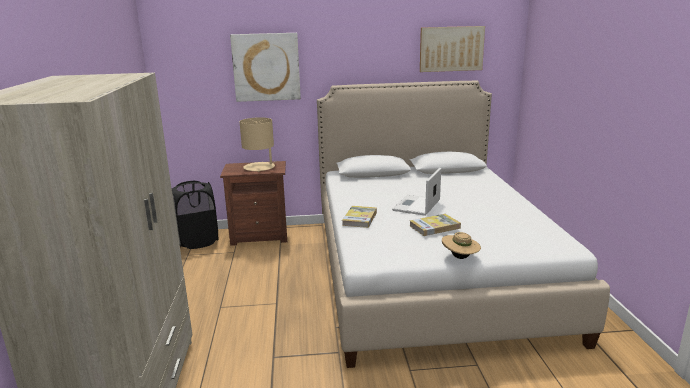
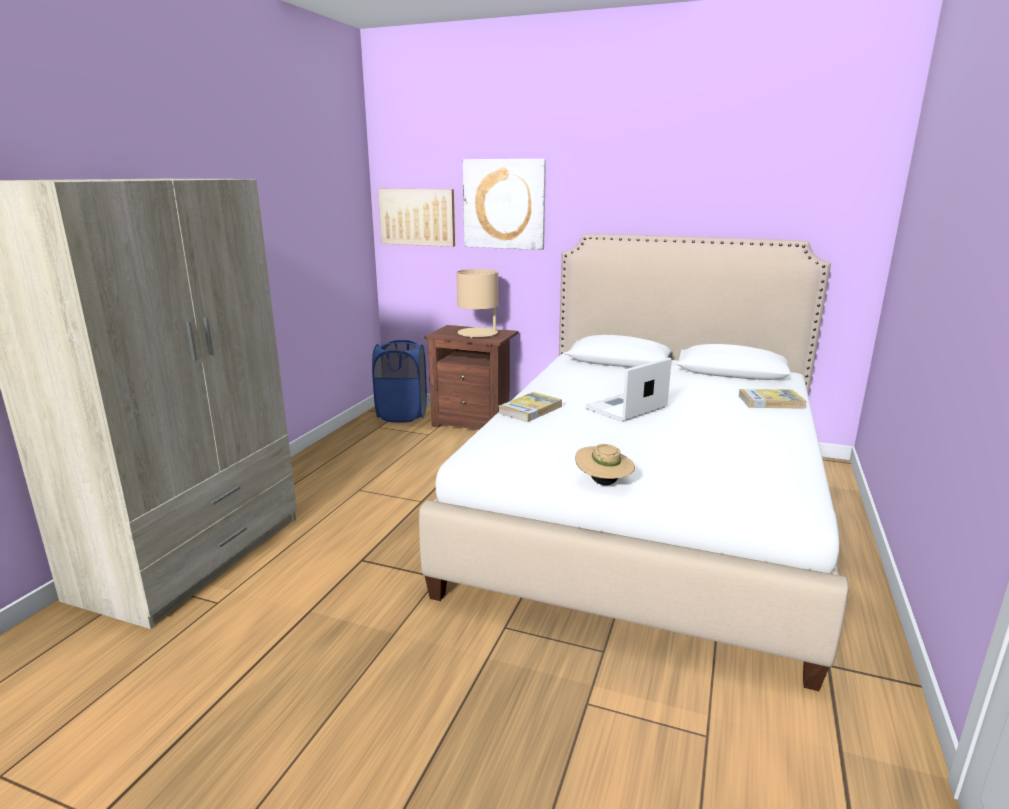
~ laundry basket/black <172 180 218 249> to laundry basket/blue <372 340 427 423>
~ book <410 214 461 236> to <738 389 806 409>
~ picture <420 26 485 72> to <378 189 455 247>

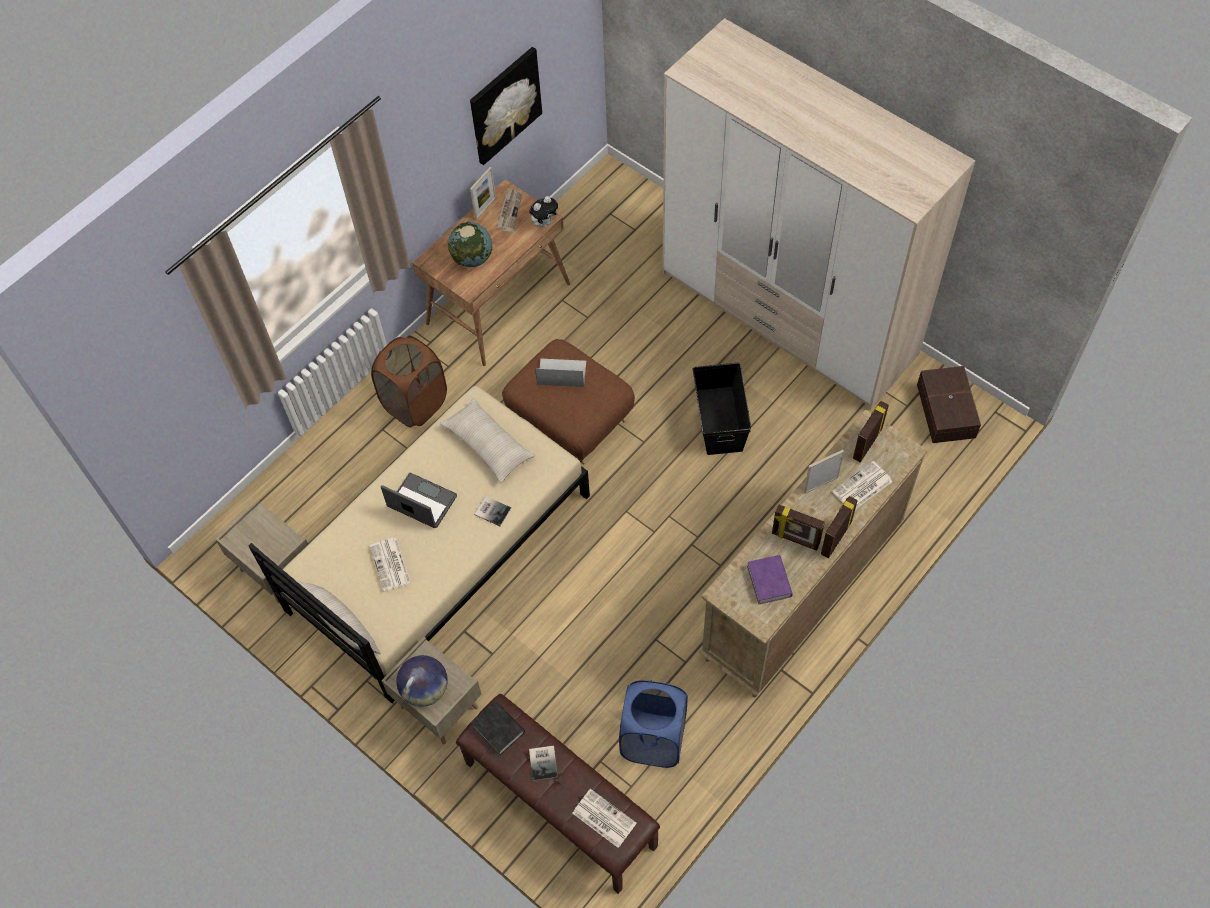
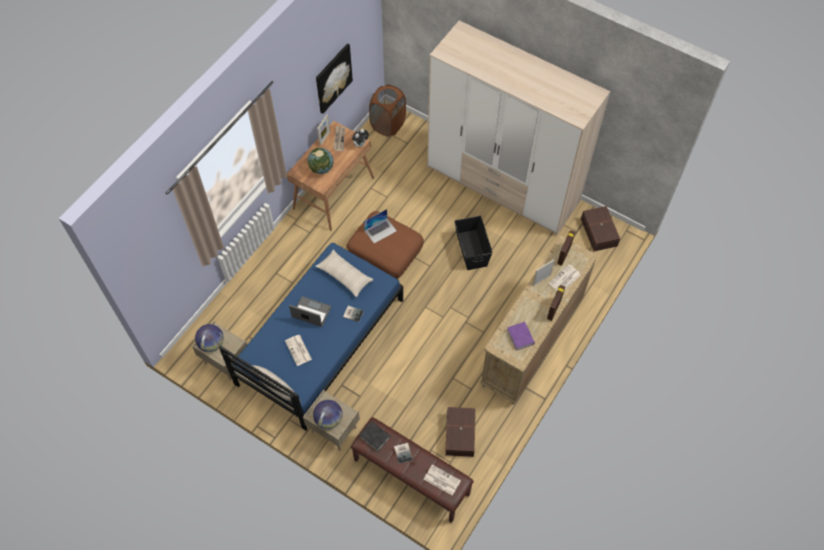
~ bed/beige <249 386 590 703> to bed/blue <219 243 403 430>
~ laundry basket/brown <371 336 447 428> to <369 85 406 137>
~ laptop <535 358 586 387> = <364 209 397 243> 150 degrees clockwise
~ laundry basket/blue <619 680 688 768> to storage box/brown <445 407 476 457>
- picture frame <772 504 825 551>
+ globe <195 324 224 352>

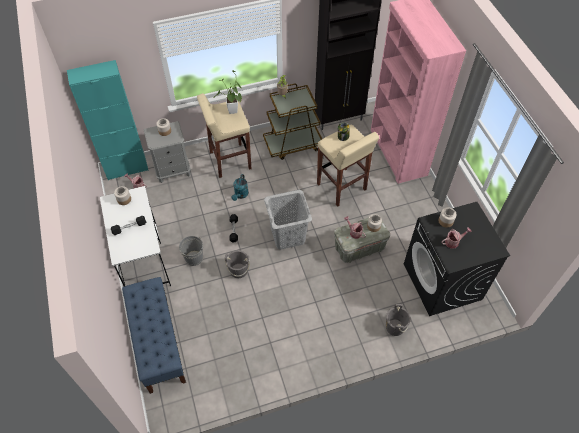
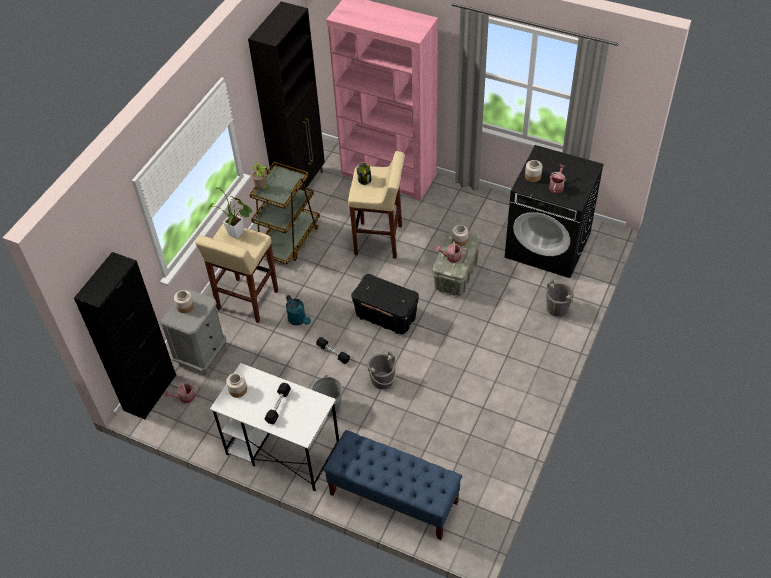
~ cabinet/turquoise <67 60 149 180> to cabinet/black <74 252 176 419>
~ laundry basket/grey <264 190 312 250> to storage box/black <351 274 419 334>

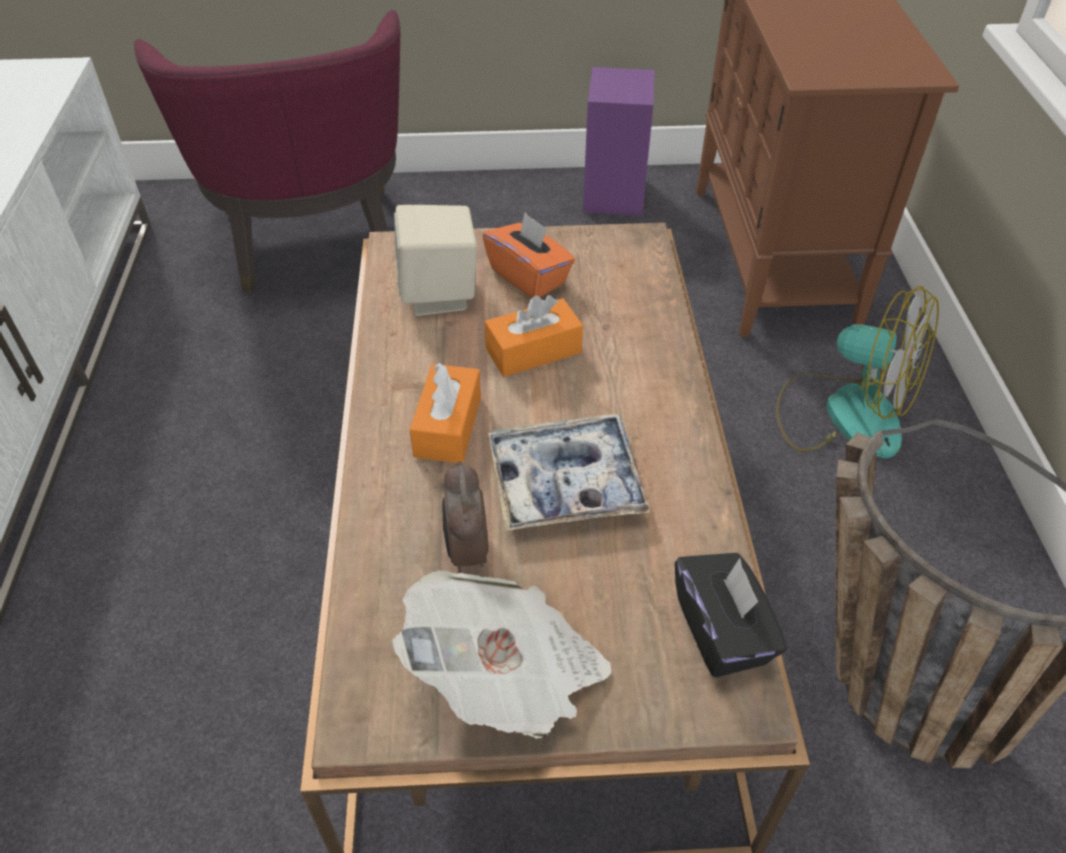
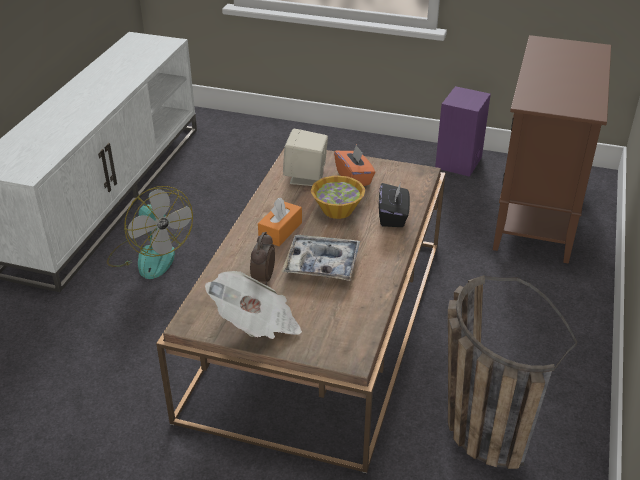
- armchair/purple <134 10 400 293>
~ tissue box/orange <485 295 583 377> to bowl <311 175 365 219>
~ tissue box/black <675 553 787 677> to <379 183 410 227>
~ fan <776 286 939 458> to <107 186 193 279>

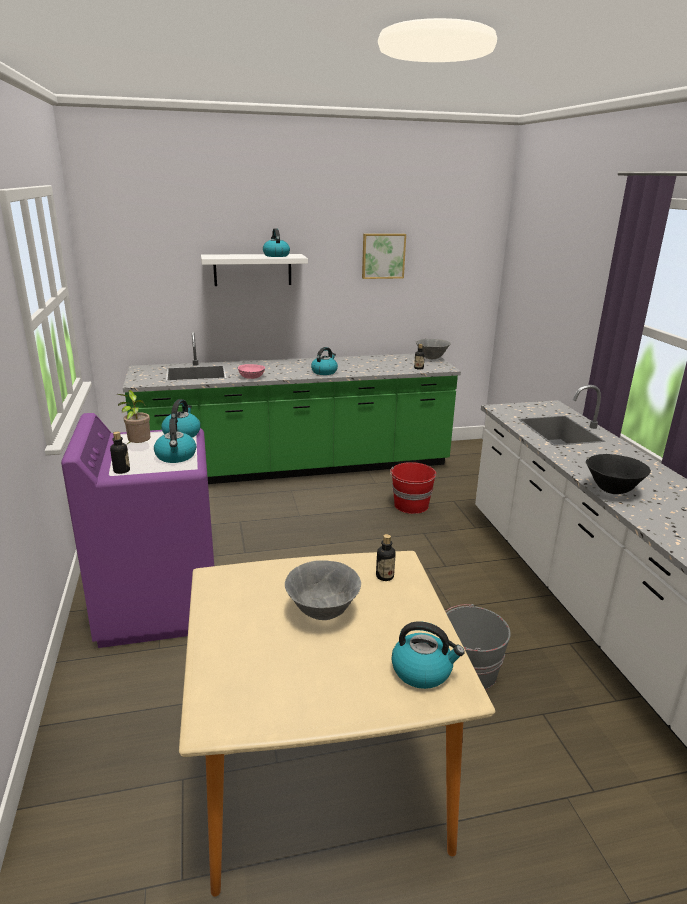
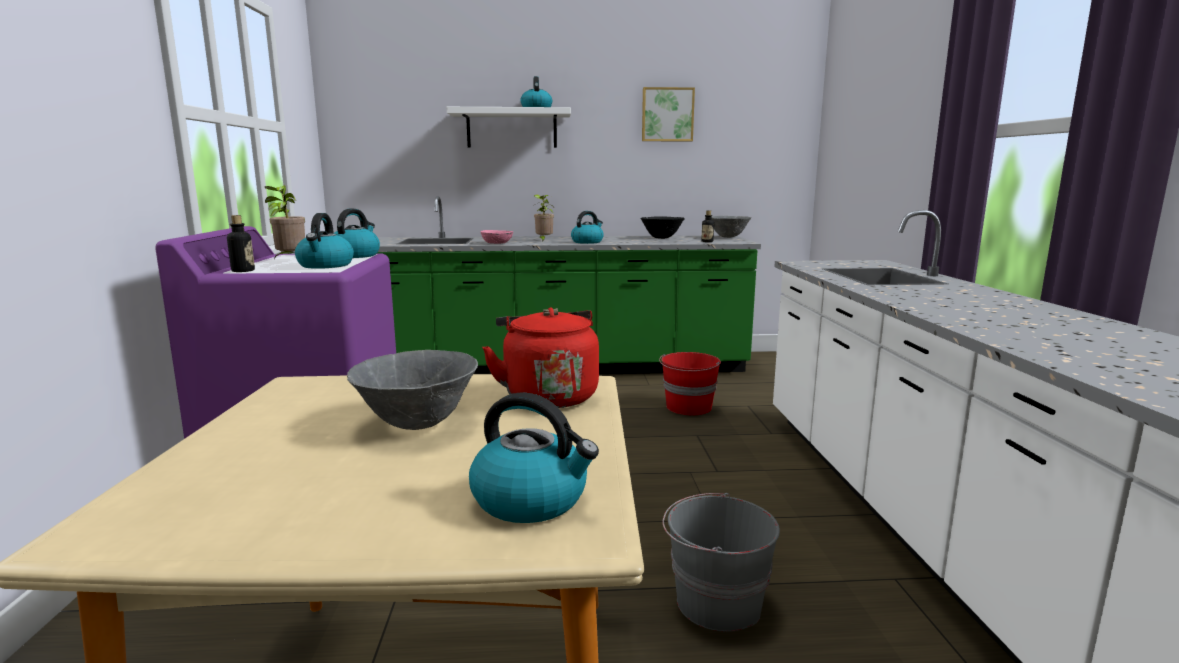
~ bottle <376 534 396 581> to kettle/red <482 307 599 408>
~ bowl/black <586 454 651 494> to <641 216 685 239>
+ potted plant <534 195 554 241>

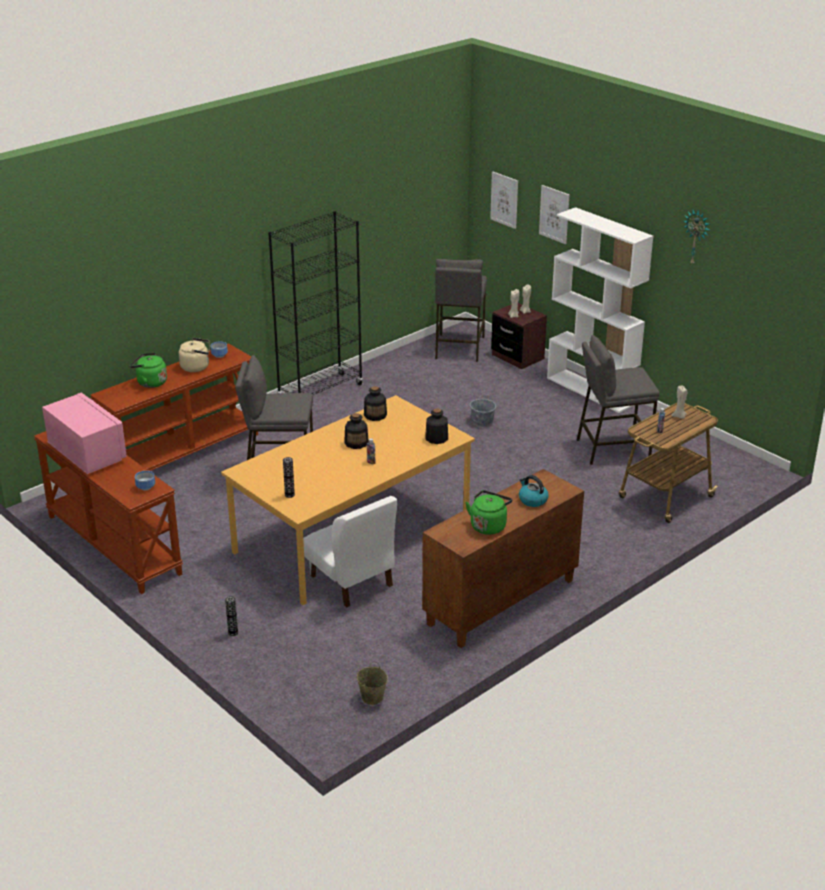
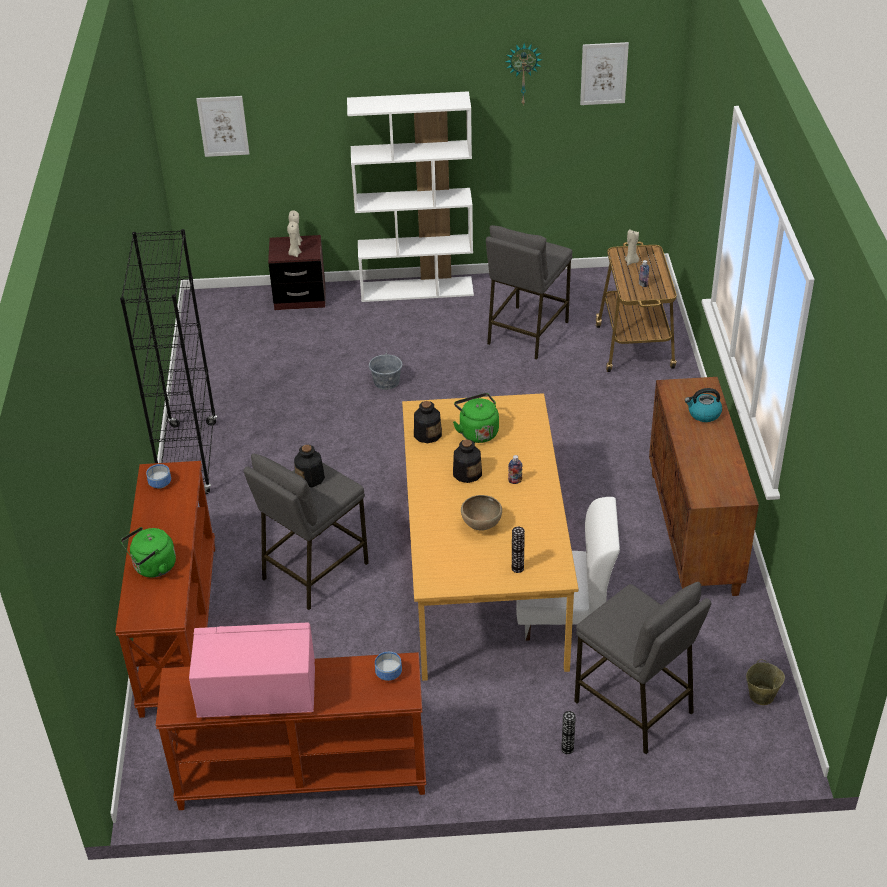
- kettle/beige <179 338 210 372>
~ bottle <425 408 448 444> to <294 445 325 487>
~ stool/grey <435 259 487 362> to <574 582 711 754>
~ kettle/green <465 490 512 535> to <453 393 499 443>
~ picture <539 185 569 244> to <580 42 629 105>
+ bowl/brown <461 495 502 531>

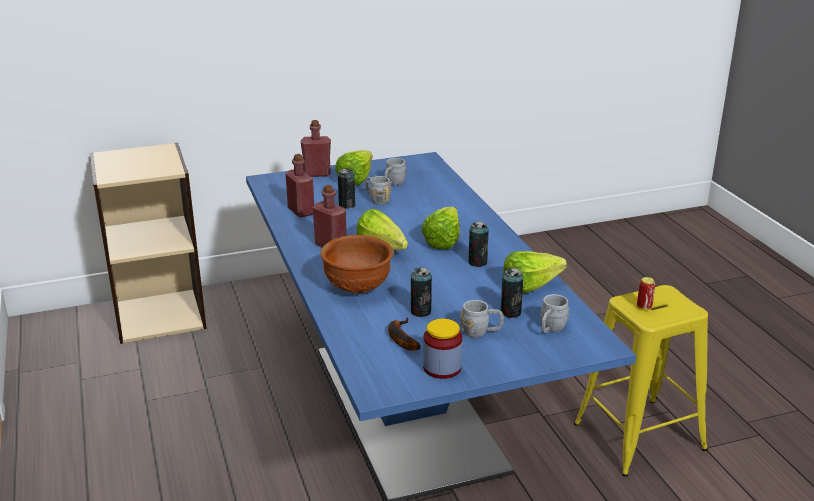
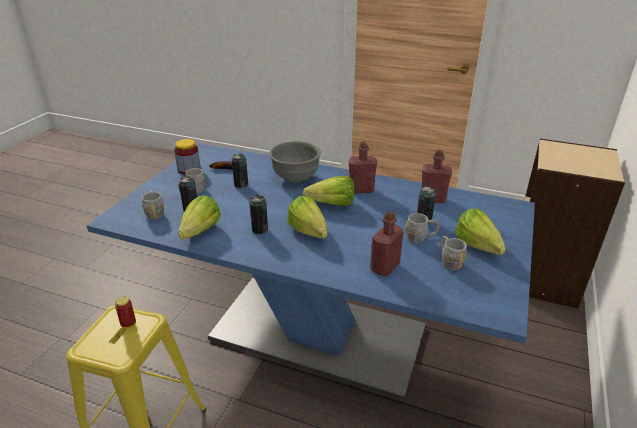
~ bottle/red <301 120 331 177> to <370 211 404 277>
~ bowl/brown <320 235 393 293> to bowl/grey <269 141 321 183>

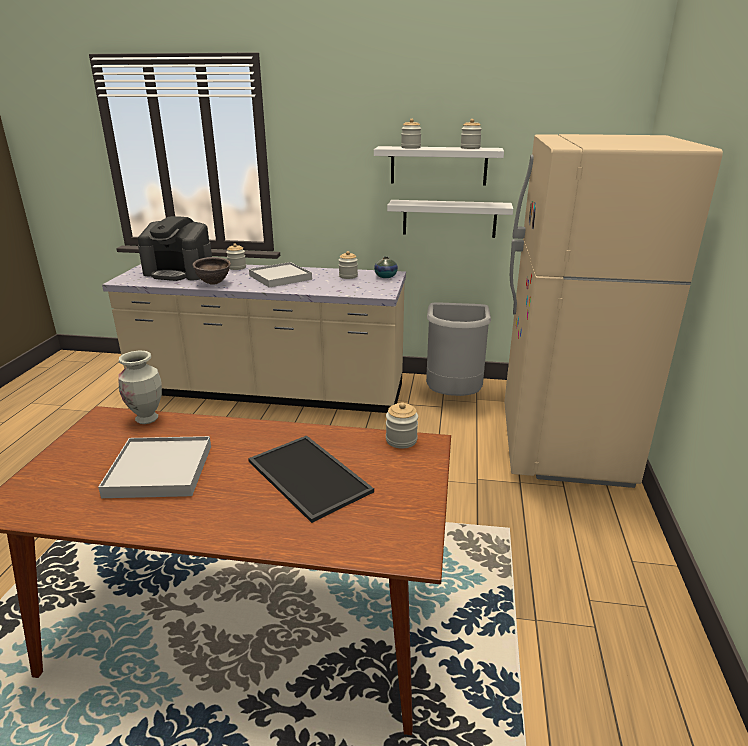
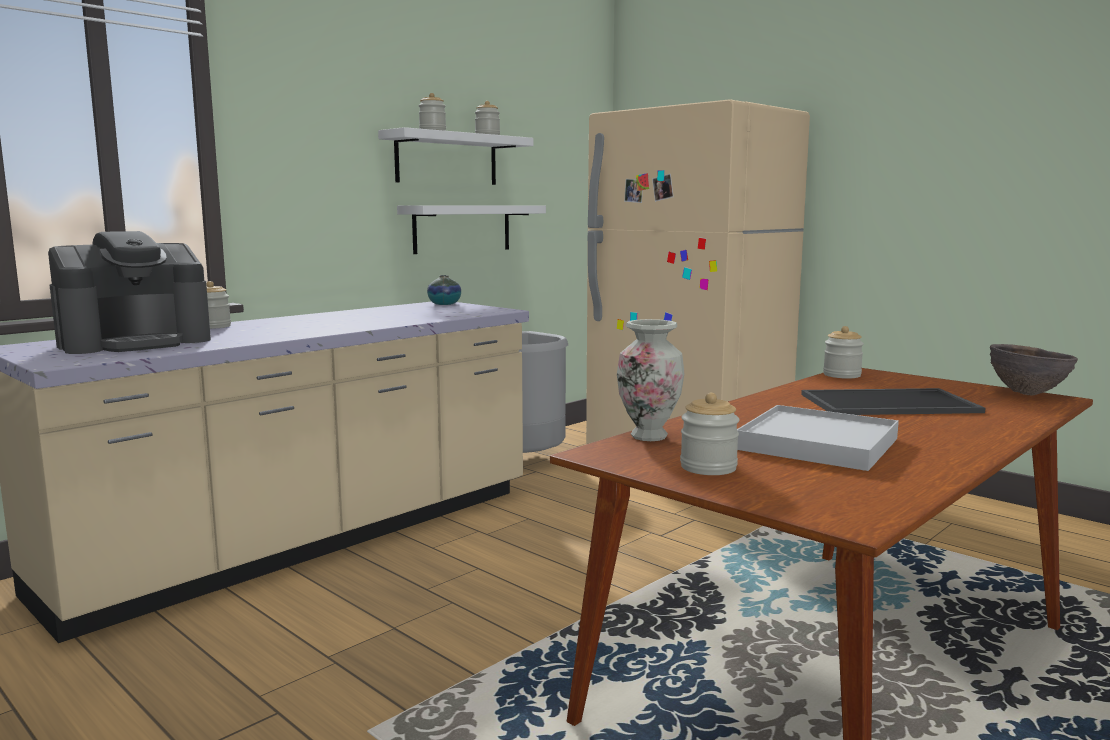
~ bowl/brown <193 257 231 285> to <990 344 1078 396>
- tray/white <249 262 312 288>
~ jar <339 251 358 279> to <680 393 740 475>

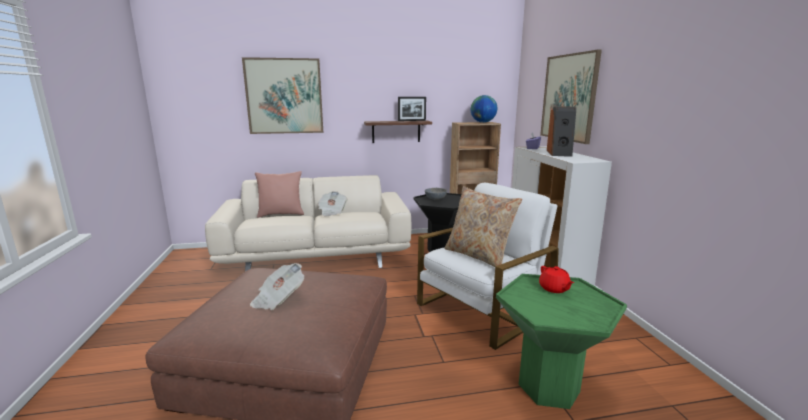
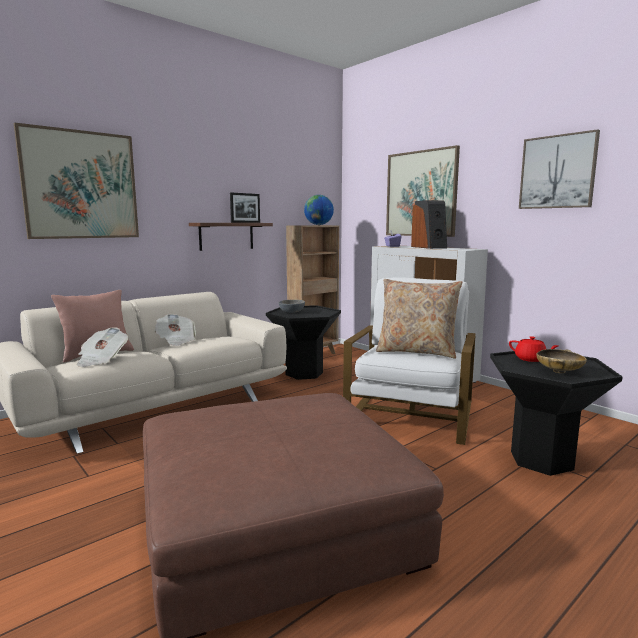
~ newspaper <250 263 304 310> to <77 327 128 367>
~ side table/green <496 274 627 409> to side table/black <490 351 622 476>
+ picture <519 129 600 209>
+ bowl/beige <536 349 587 373>

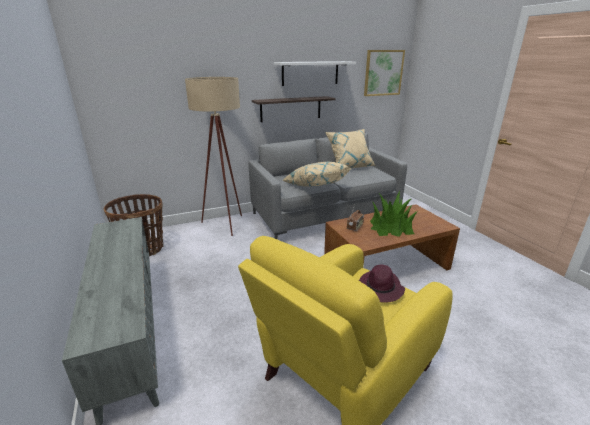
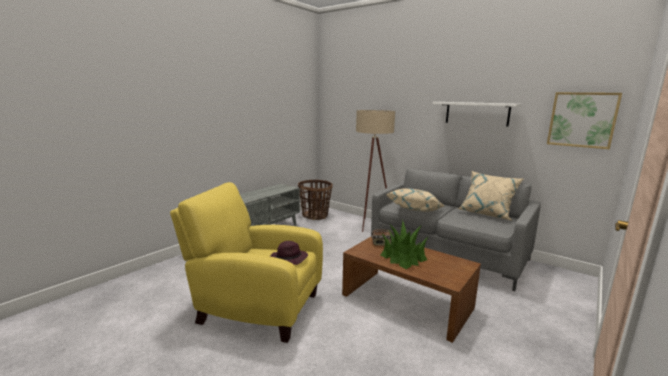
- shelf <252 96 336 122>

